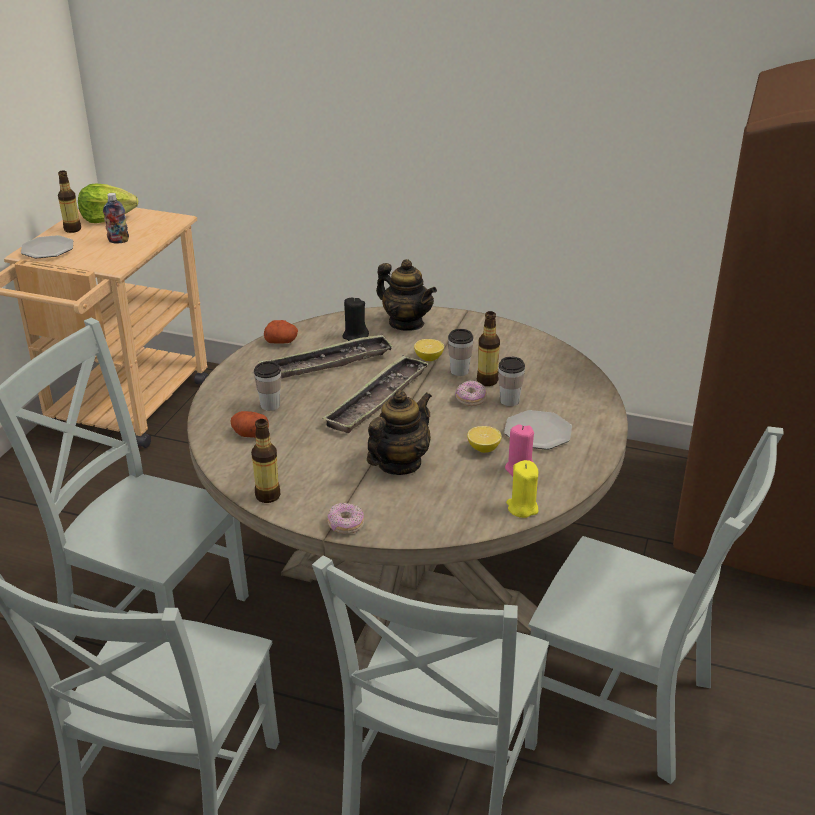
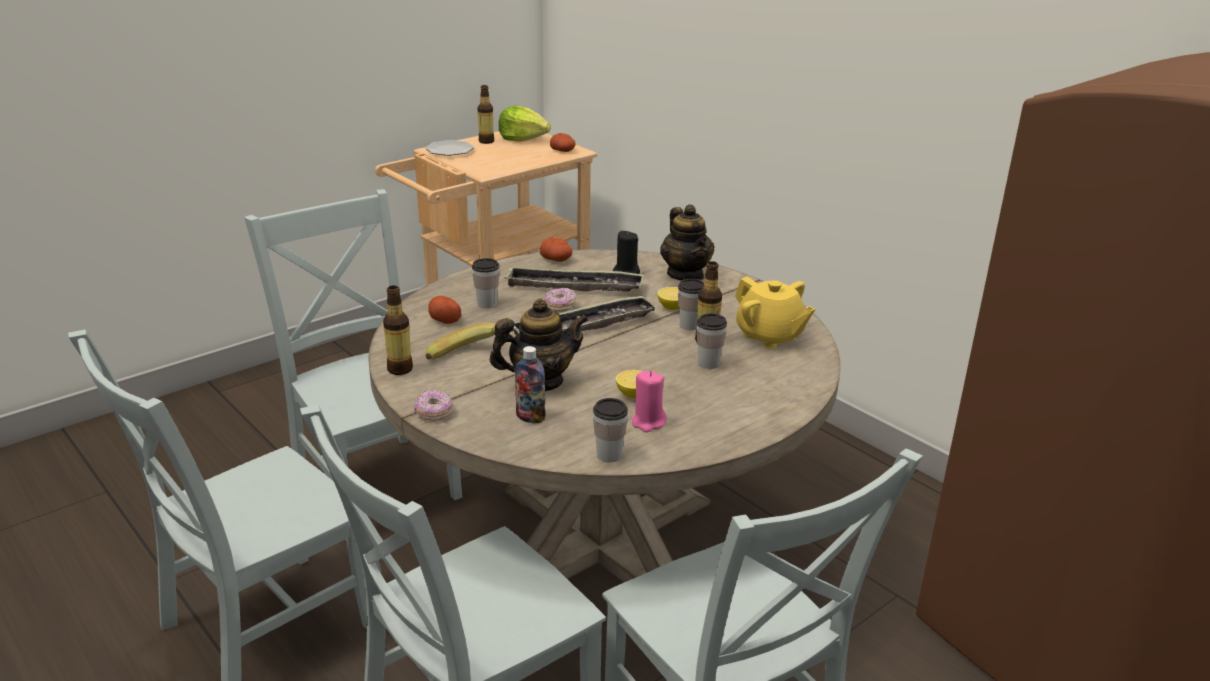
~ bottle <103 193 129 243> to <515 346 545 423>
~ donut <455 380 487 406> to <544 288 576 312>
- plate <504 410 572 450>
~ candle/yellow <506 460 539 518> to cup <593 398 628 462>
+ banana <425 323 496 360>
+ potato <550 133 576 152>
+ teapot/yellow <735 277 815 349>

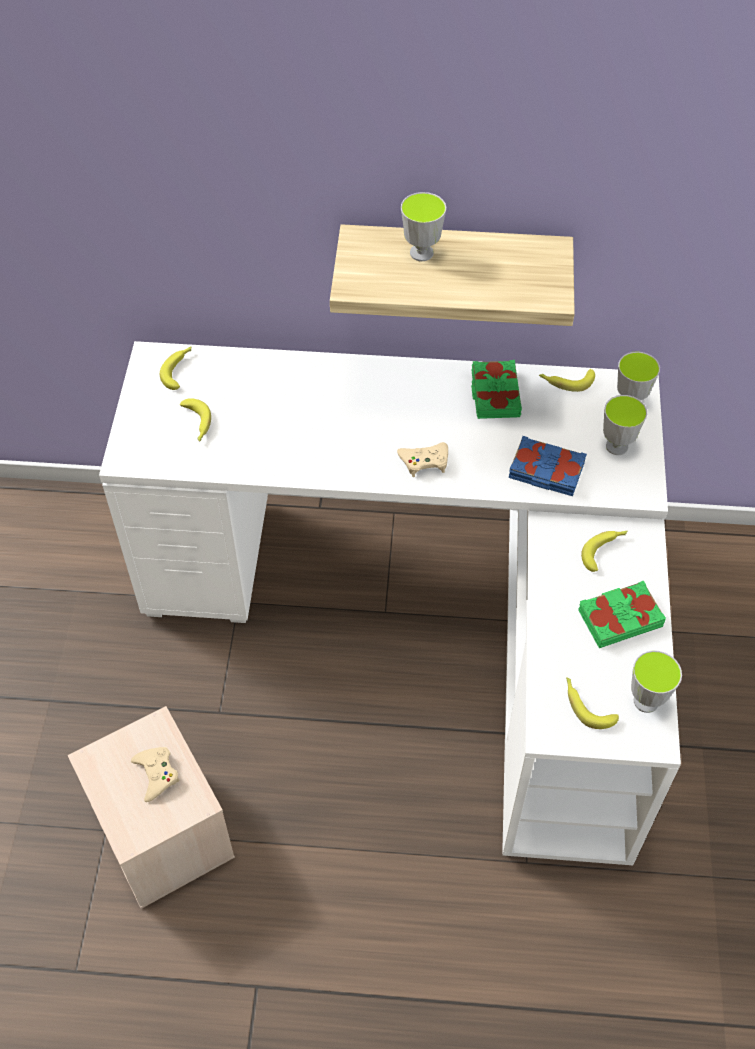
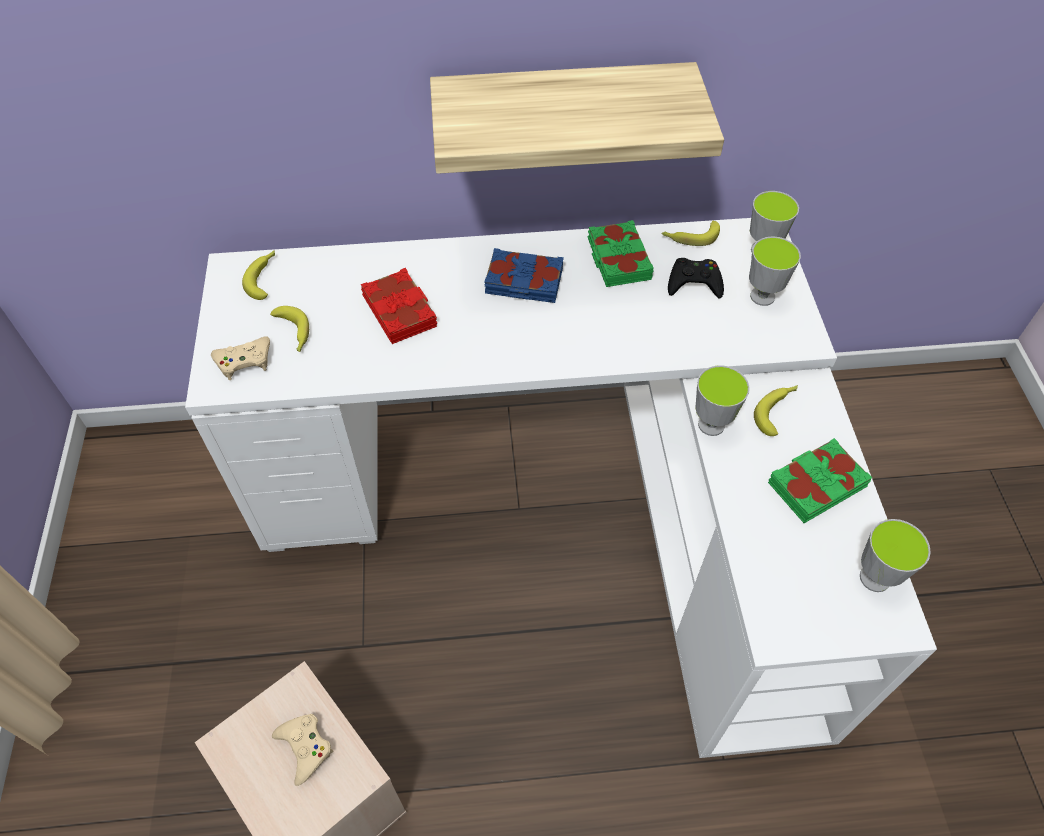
~ game controller/beige <397 442 448 477> to <211 336 270 380>
~ cup <401 192 446 261> to <695 365 750 436>
~ book/blue <509 436 587 496> to <484 248 564 303>
- banana <566 677 619 729>
+ book/red <361 268 437 344>
+ game controller/black <668 258 724 299>

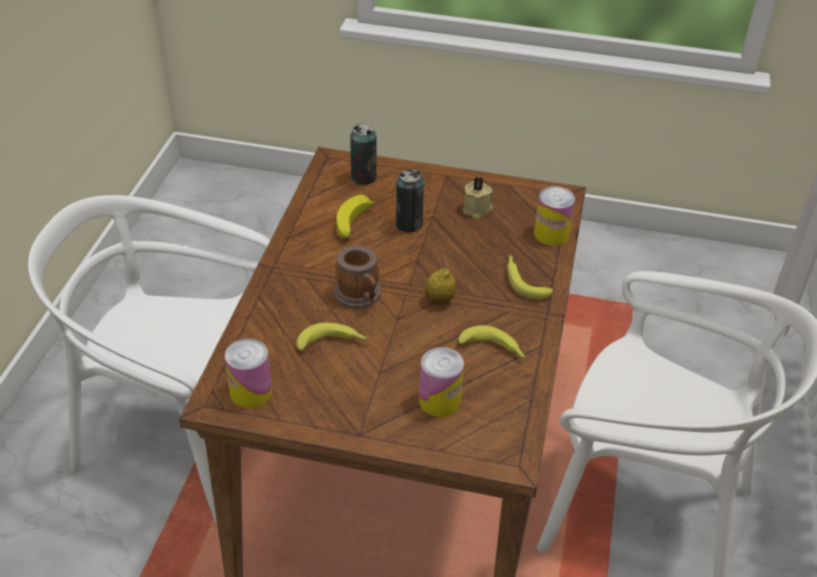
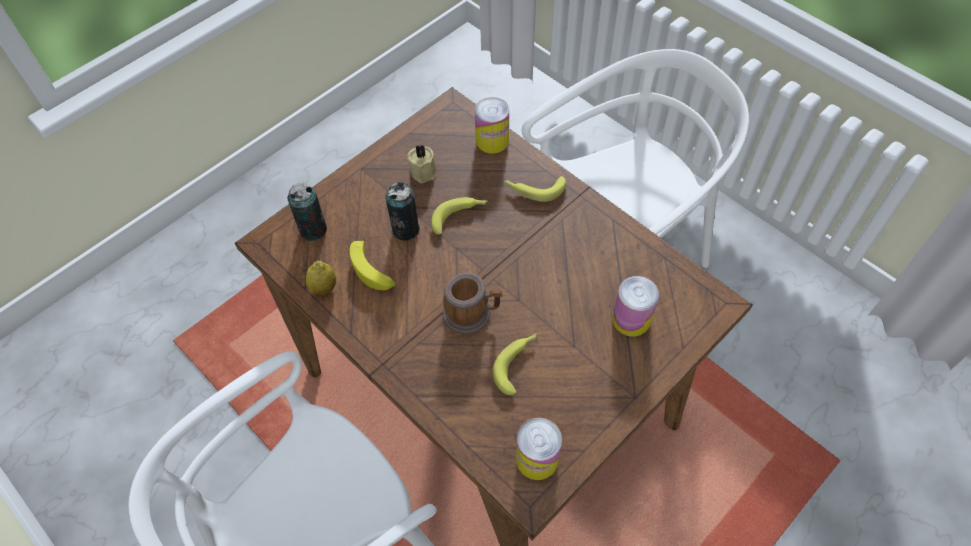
~ lemon <425 268 456 305> to <306 261 336 296>
~ banana <458 325 527 359> to <431 197 488 235>

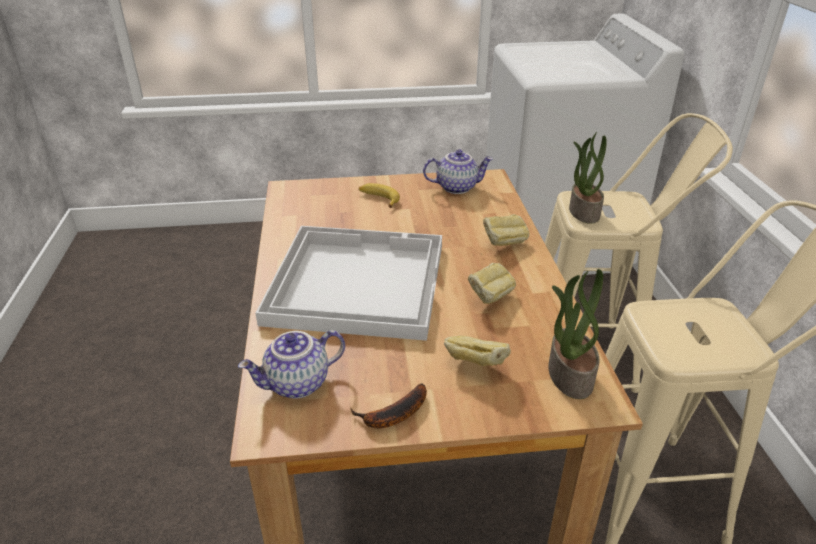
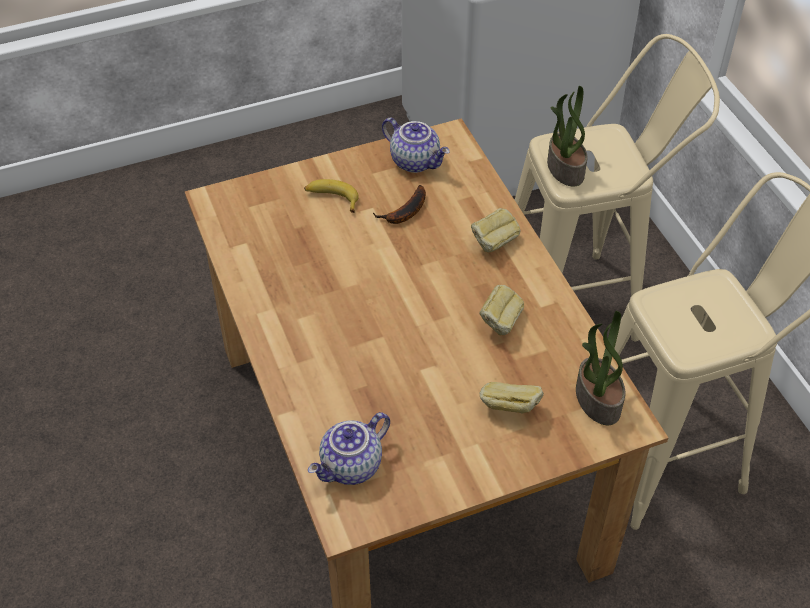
- tray/white <256 226 442 341>
~ banana <350 383 427 428> to <373 185 426 224>
~ teapot <423 149 493 194> = <382 118 450 173> 60 degrees clockwise

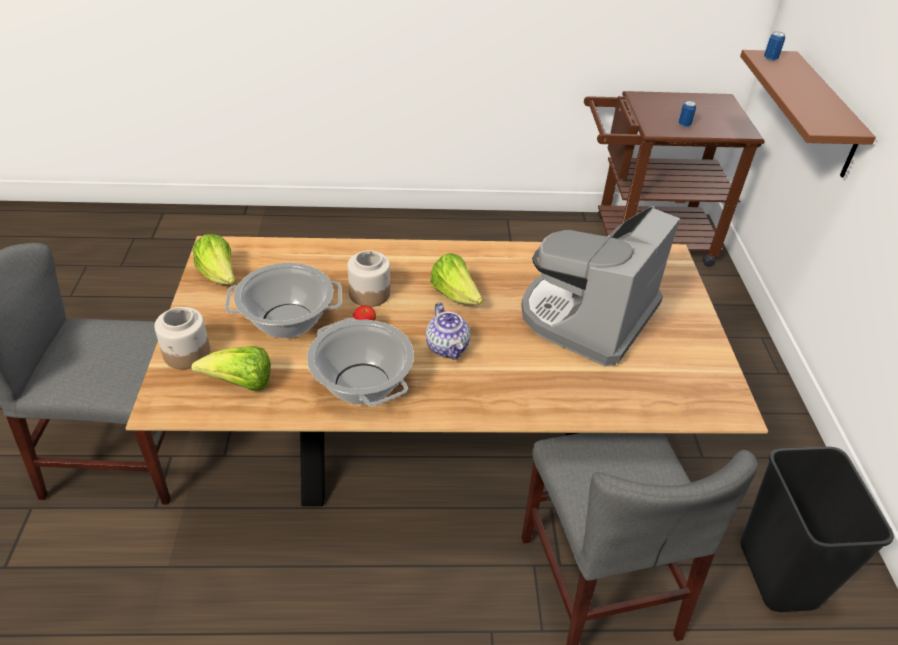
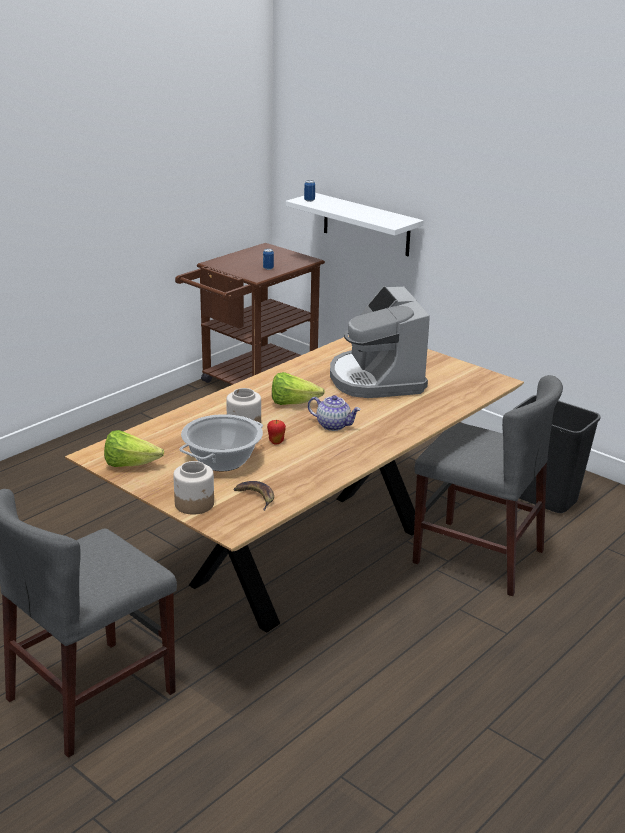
~ lettuce <191 346 271 391> to banana <233 481 274 511>
- cooking pot <307 318 414 406>
~ shelf/brown <740 50 876 178> to shelf/white <286 193 423 256>

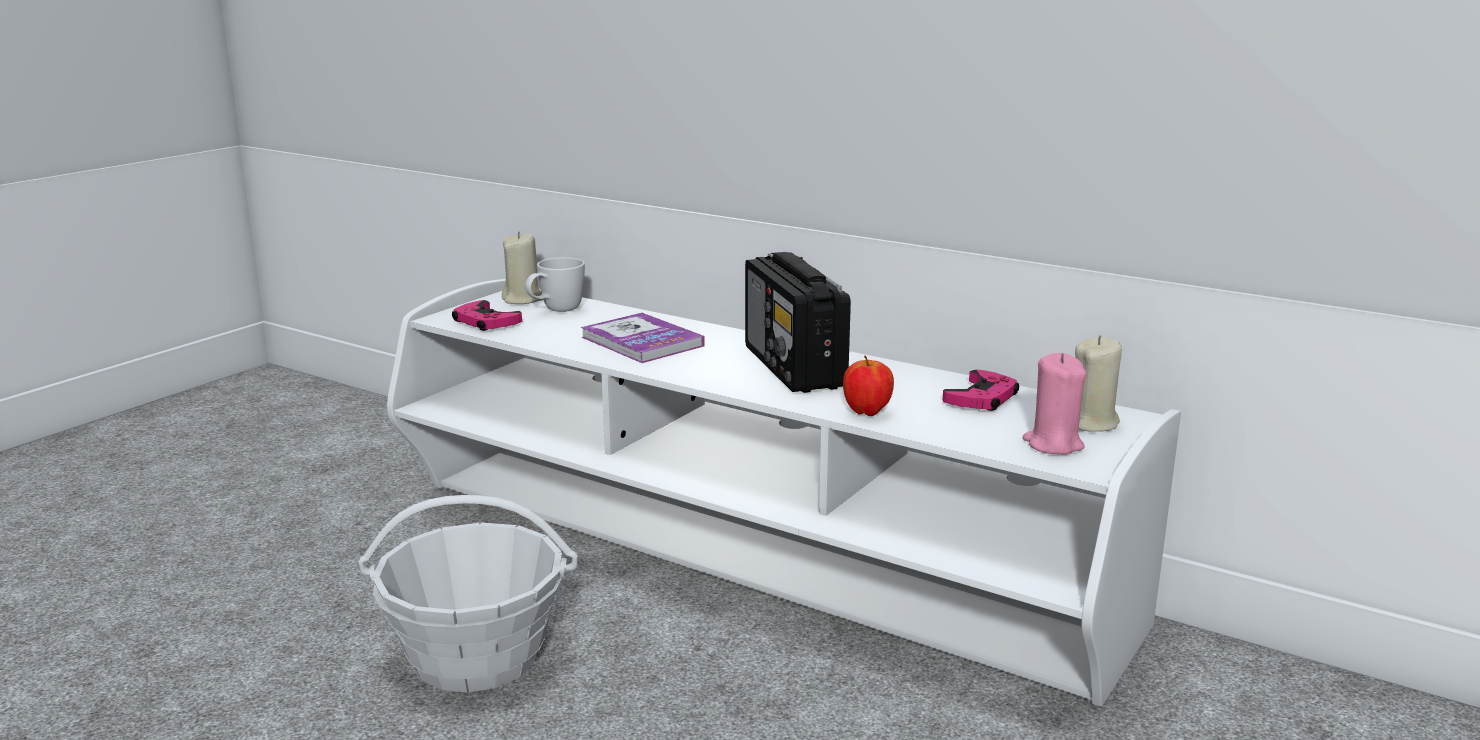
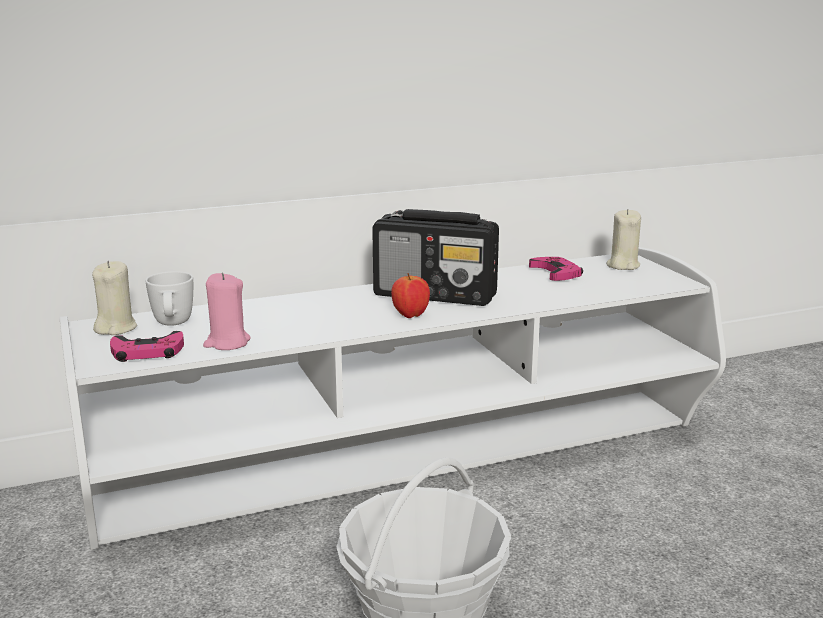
- book <581 313 705 363>
~ apple <843 355 894 416> to <391 273 430 318>
~ candle/pink <1023 353 1086 455> to <203 272 251 350>

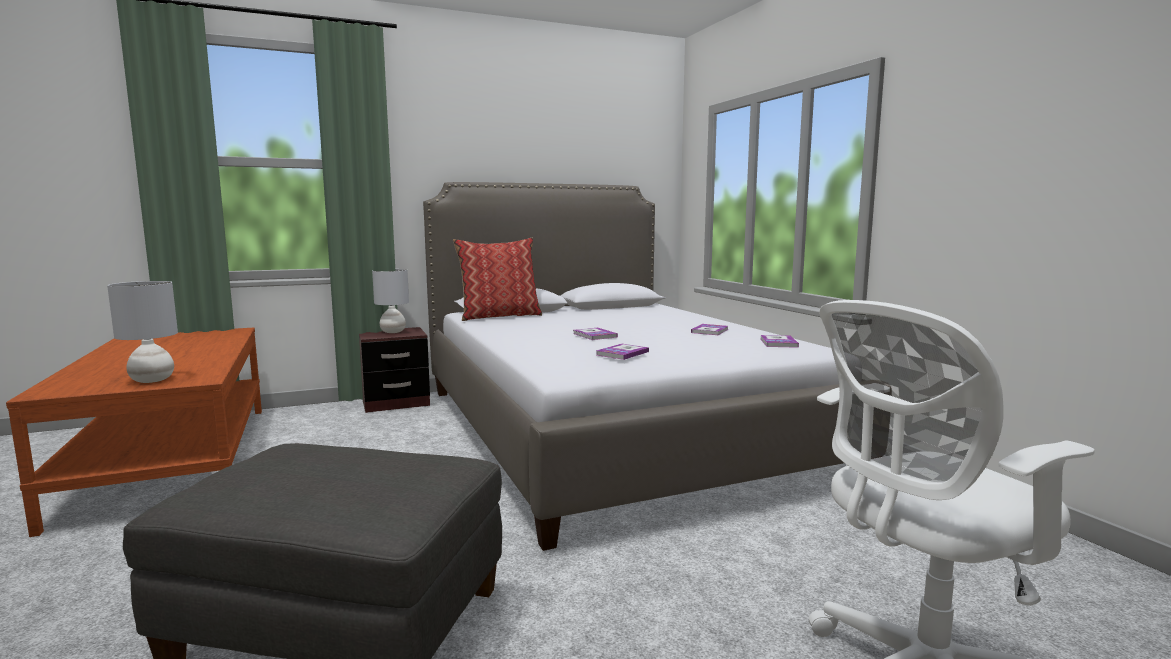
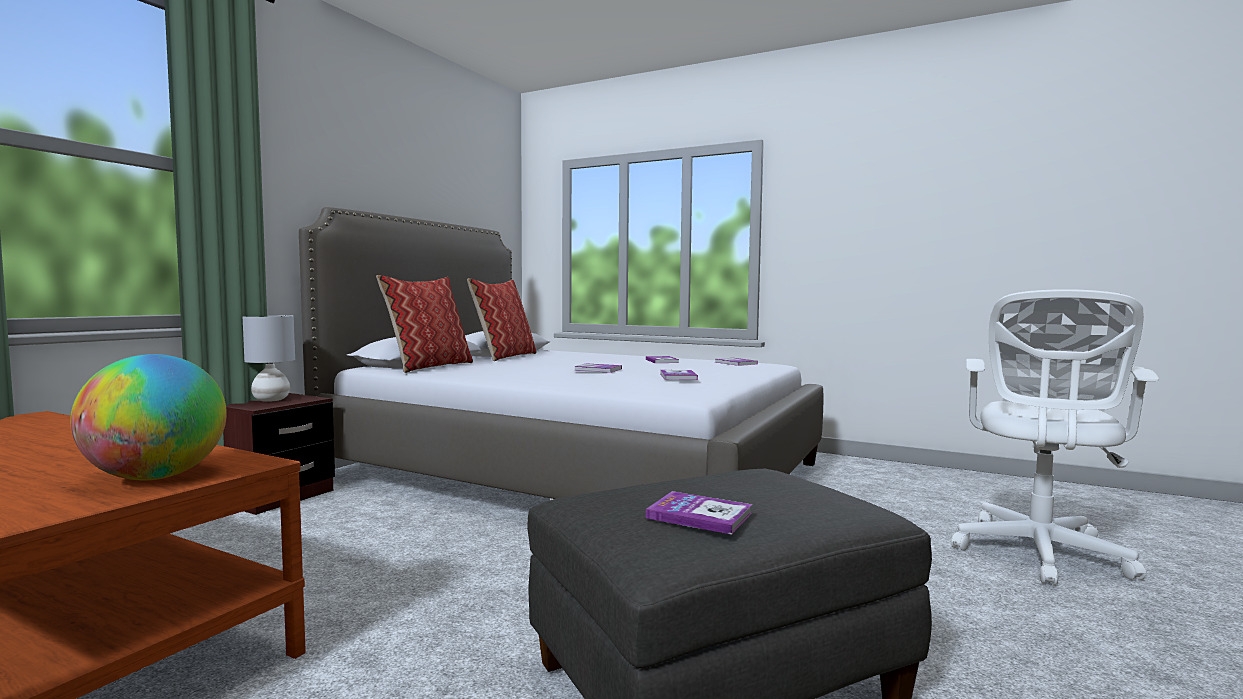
~ table lamp/grey <107 281 178 383> to globe <70 354 227 480>
+ pillow <467 278 536 361>
+ book <646 491 752 535>

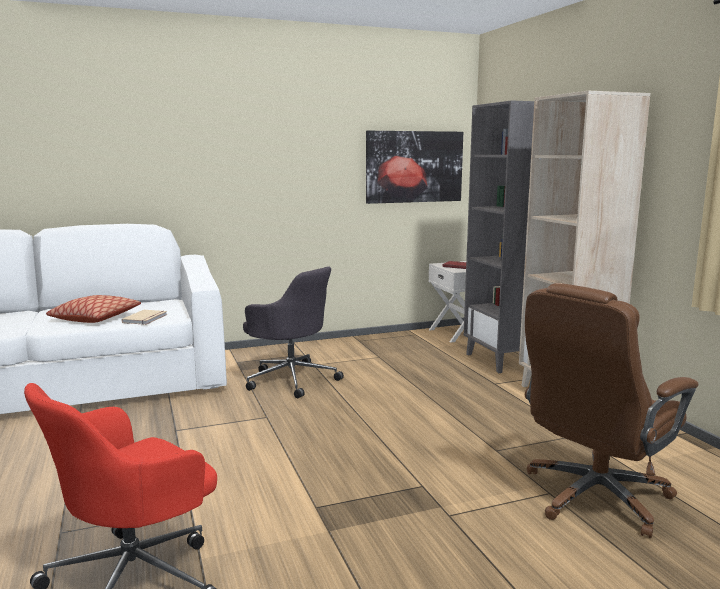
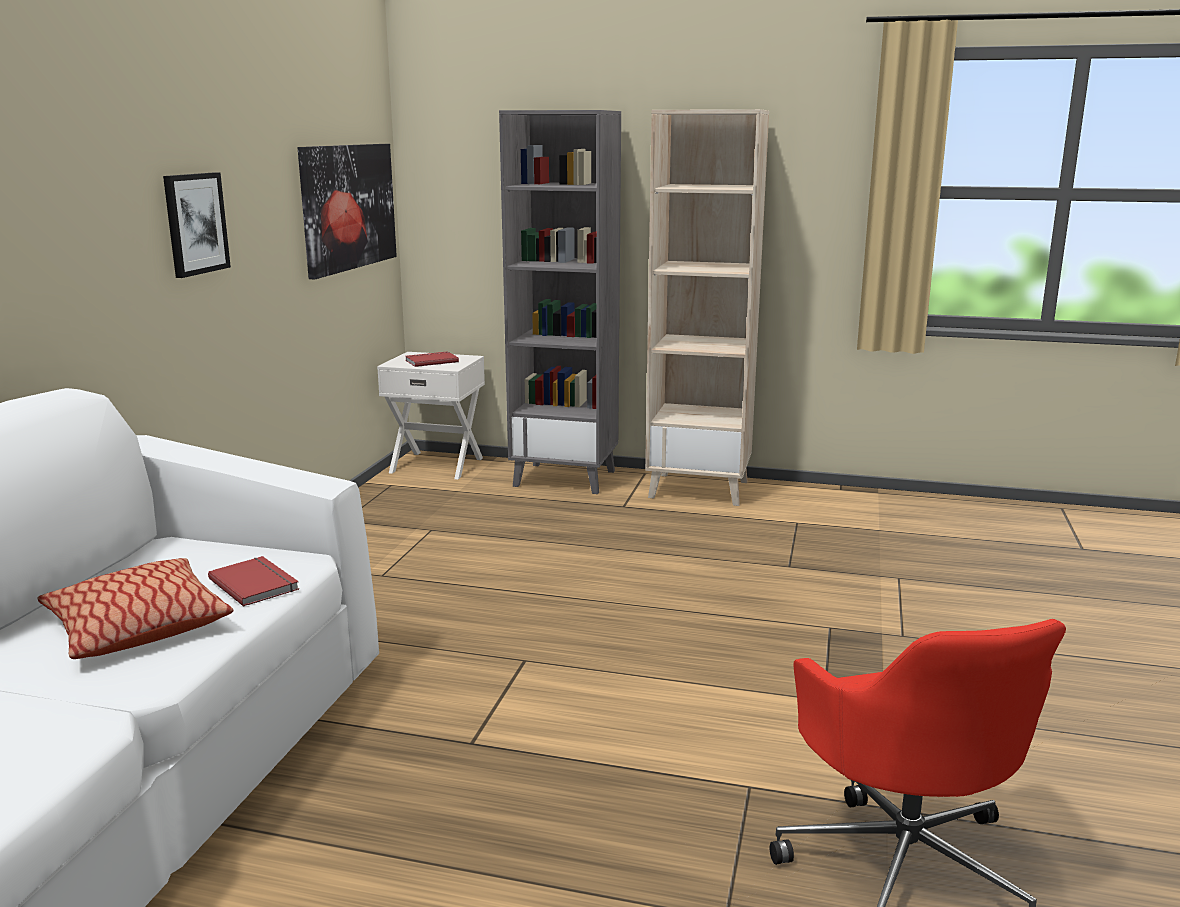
~ book/beige <121 310 167 325> to book/red <208 556 299 607>
- office chair/grey <243 266 344 398>
- office chair/brown <525 283 699 538>
+ picture <163 172 231 278>

